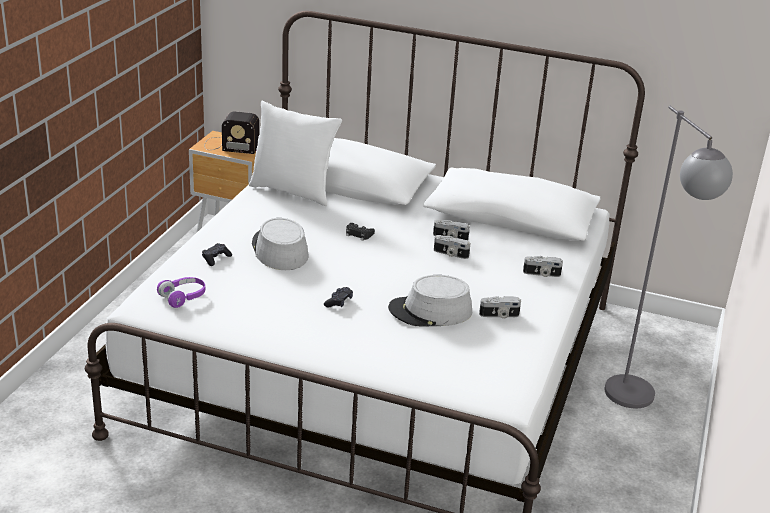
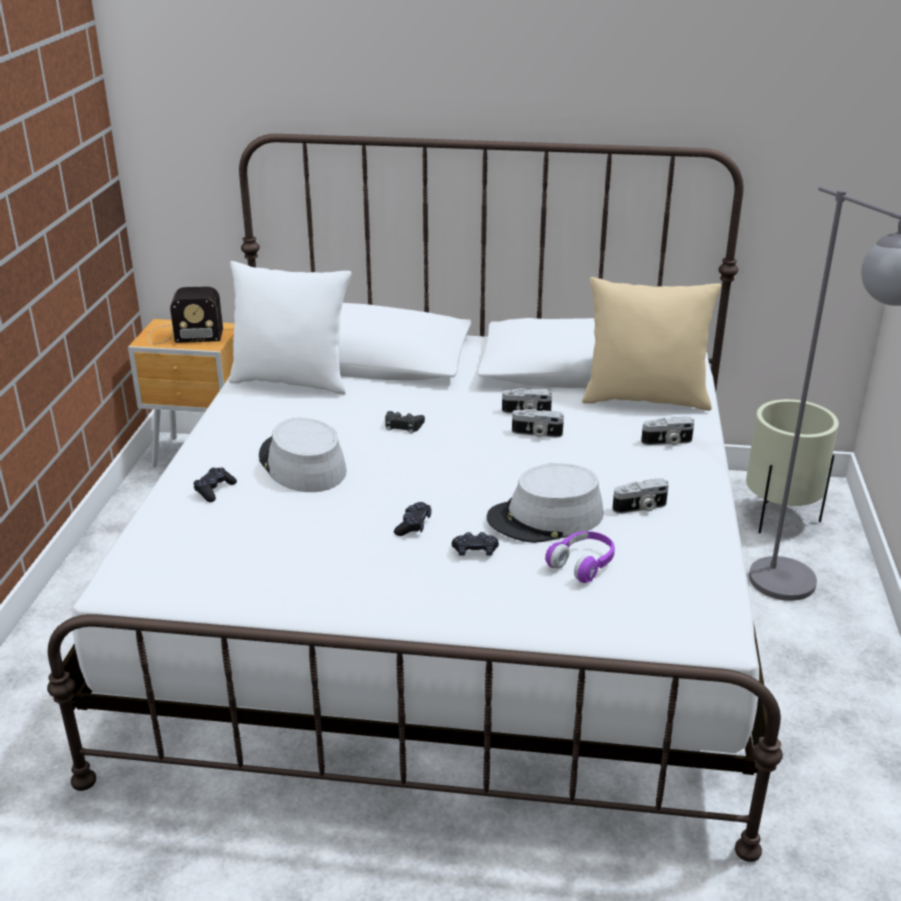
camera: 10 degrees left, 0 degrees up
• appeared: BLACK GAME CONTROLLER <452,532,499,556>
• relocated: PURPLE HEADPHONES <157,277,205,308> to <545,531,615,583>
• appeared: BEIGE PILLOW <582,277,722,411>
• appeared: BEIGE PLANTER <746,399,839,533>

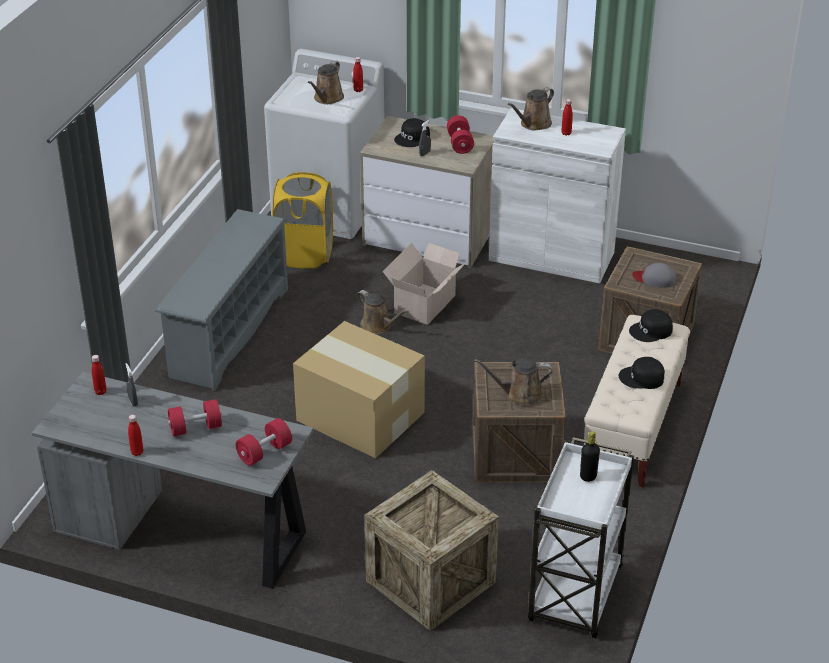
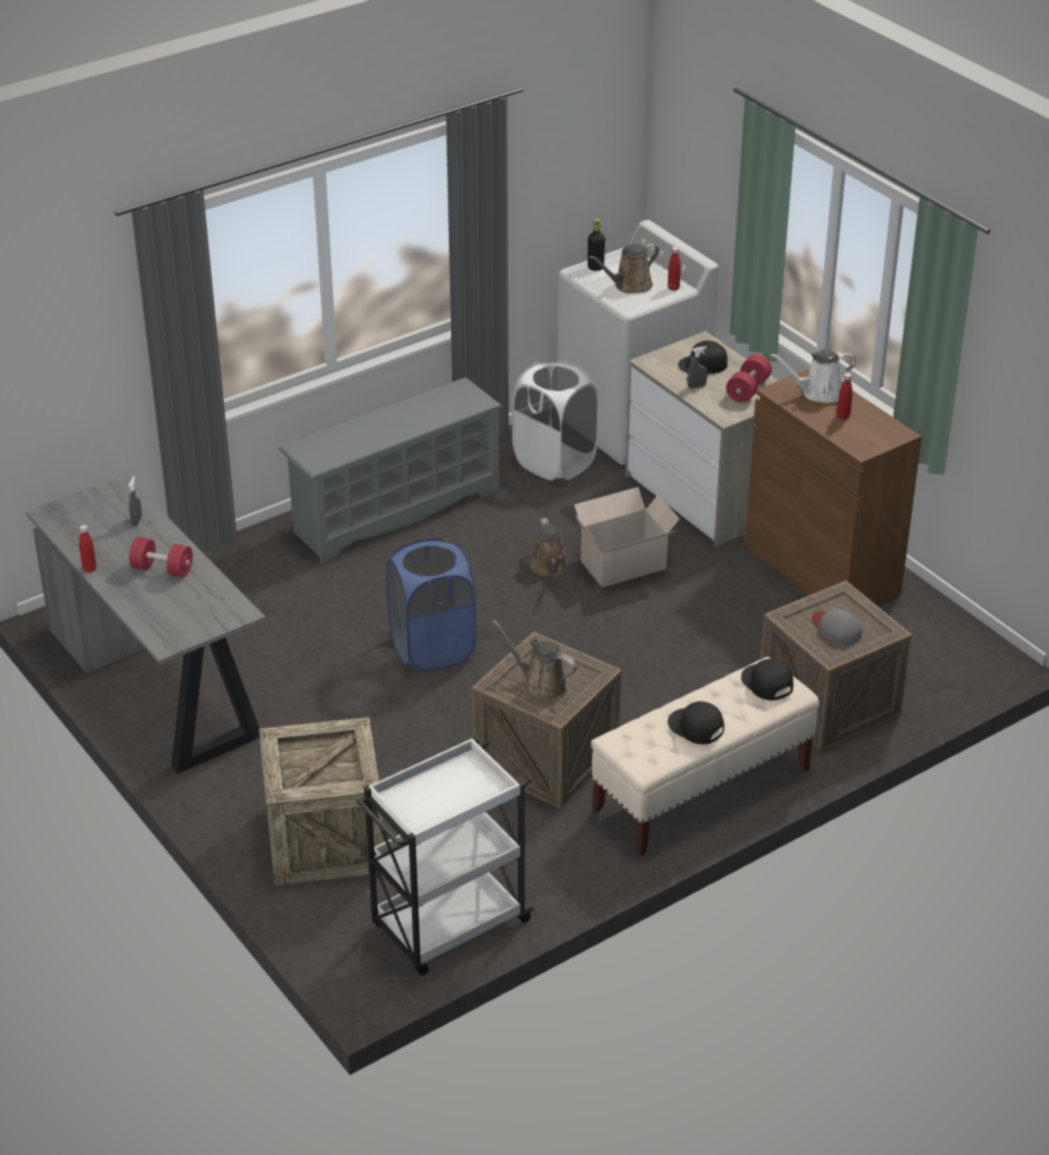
camera: 35 degrees right, 0 degrees up
• exchanged: CARDBOARD BOX <293,321,425,458> to BLUE LAUNDRY BASKET <386,538,476,671>
• colour: YELLOW LAUNDRY BASKET <273,172,333,269> to WHITE LAUNDRY BASKET <512,361,599,480>
• relocated: BLACK BOTTLE <580,431,600,482> to <588,219,605,271>
• spun: BLACK CAP <629,309,673,342> = <741,659,793,701> 45 degrees clockwise
• colour: WHITE CABINET <489,108,626,283> to BROWN CABINET <745,368,922,606>
• colour: BROWN WATERING CAN <508,87,554,131> to WHITE WATERING CAN <771,350,856,403>
• missing: RED BOTTLE <92,355,107,395>
• missing: RED DUMBBELL <235,418,292,466>

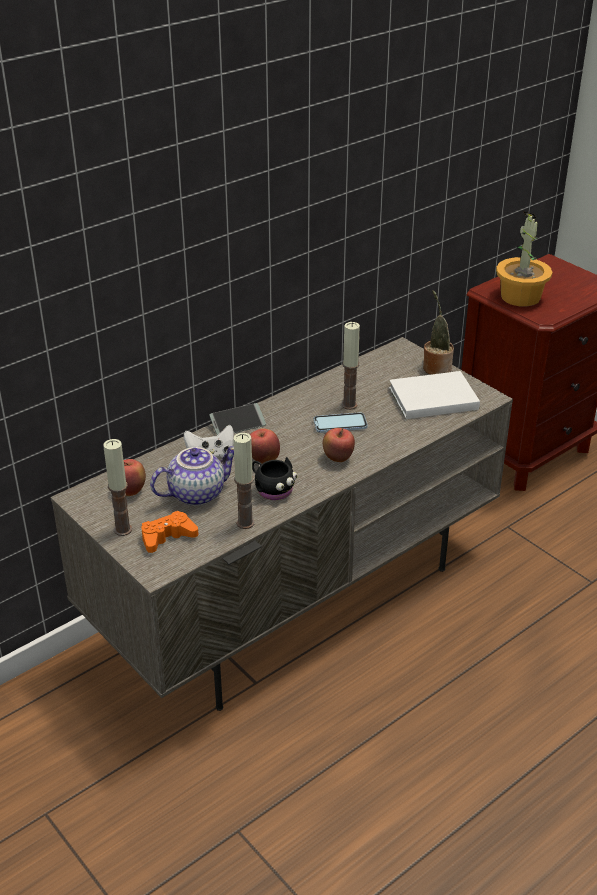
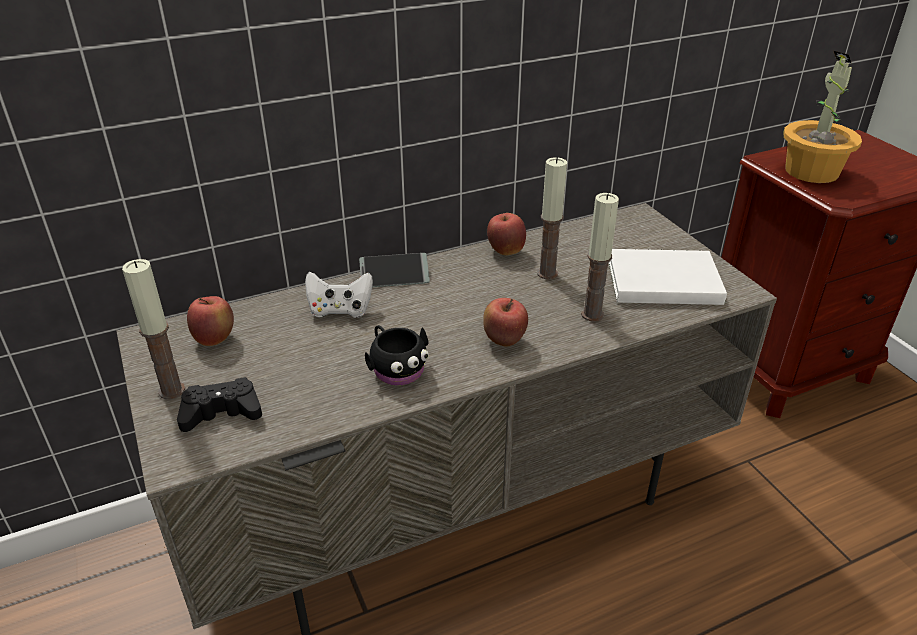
camera: 15 degrees right, 0 degrees up
• colour: ORANGE GAME CONTROLLER <141,511,198,553> to BLACK GAME CONTROLLER <177,377,262,432>
• relocated: APPLE <250,428,280,464> to <487,213,526,255>
• relocated: CANDLE <233,433,255,529> to <581,193,619,322>
• missing: TEAPOT <150,446,234,506>
• missing: PHONE <314,412,368,433>
• missing: POTTED PLANT <423,290,454,375>

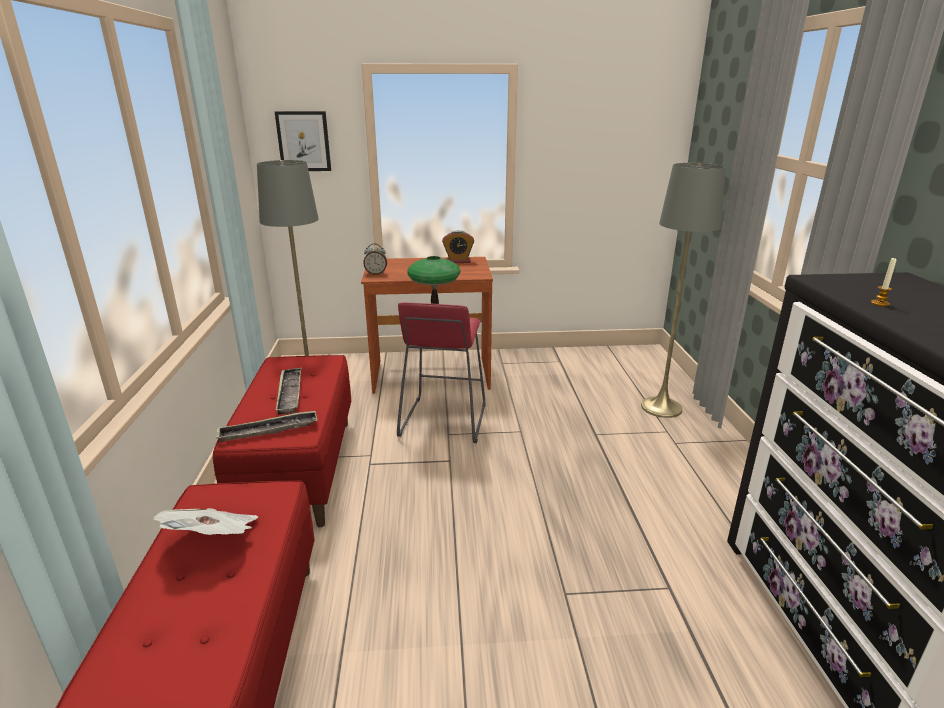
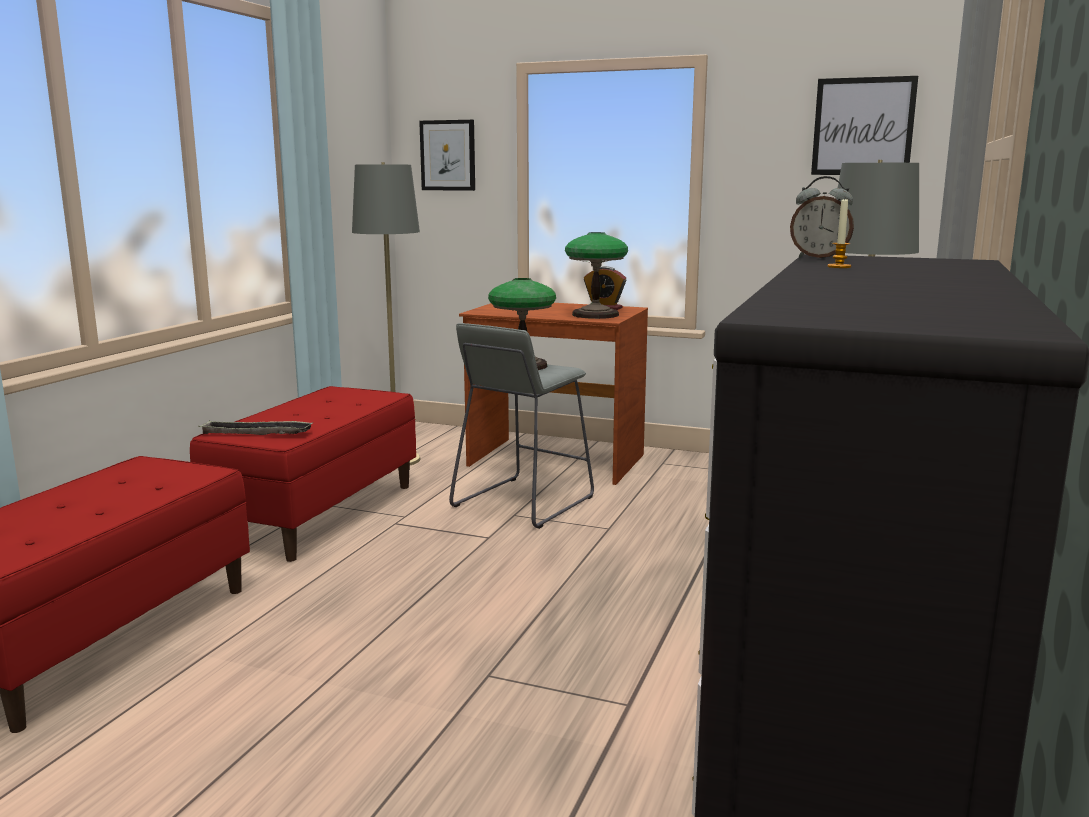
camera: 25 degrees right, 10 degrees down
• colour: RED STOOL <397,302,486,443> to GREY STOOL <449,323,594,529>
• appeared: TABLE LAMP <565,232,628,319>
• relocated: ALARM CLOCK <363,243,387,275> to <790,176,854,258>
• appeared: PICTURE <811,76,918,175>
• missing: NEWSPAPER <154,508,258,535>
• missing: TRAY <275,368,301,415>

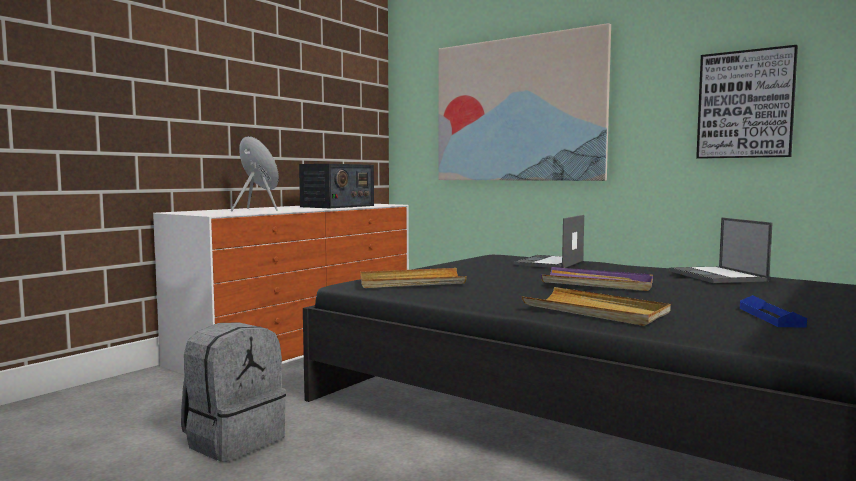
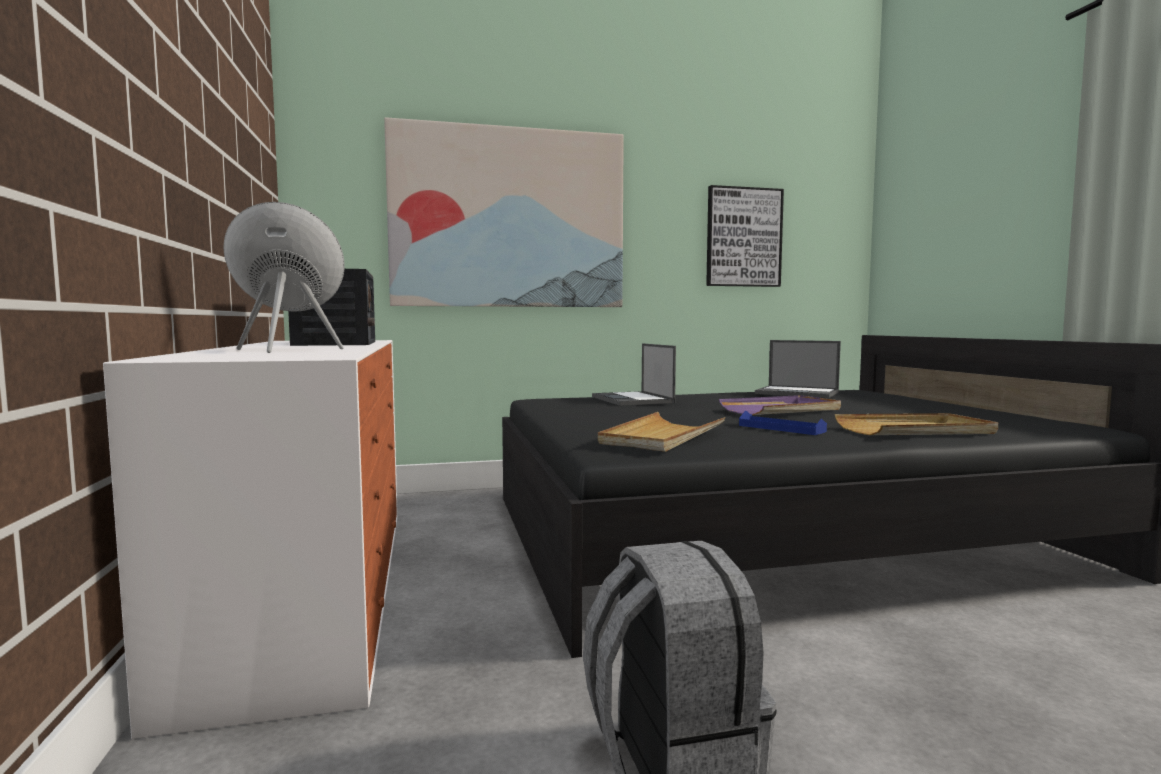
camera: 50 degrees left, 0 degrees up
• relocated: BLUE TRAY <740,295,807,328> to <739,411,827,435>

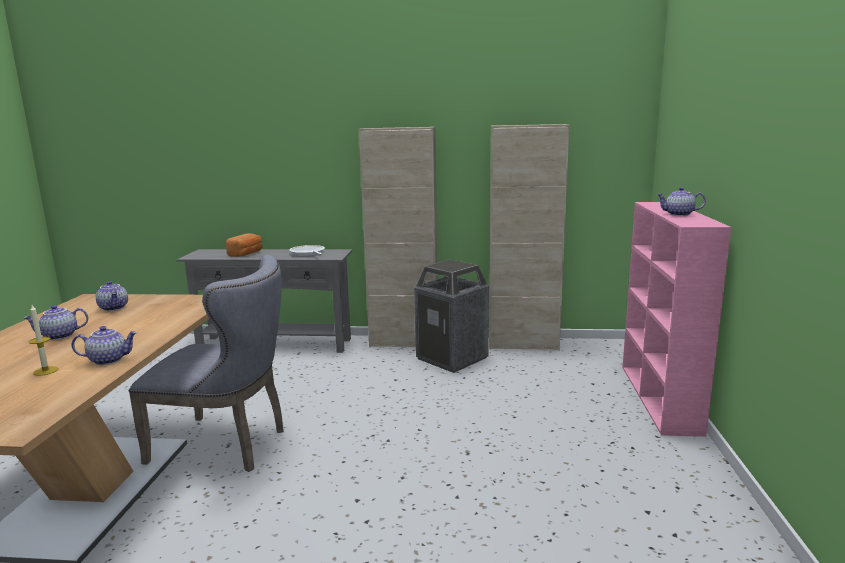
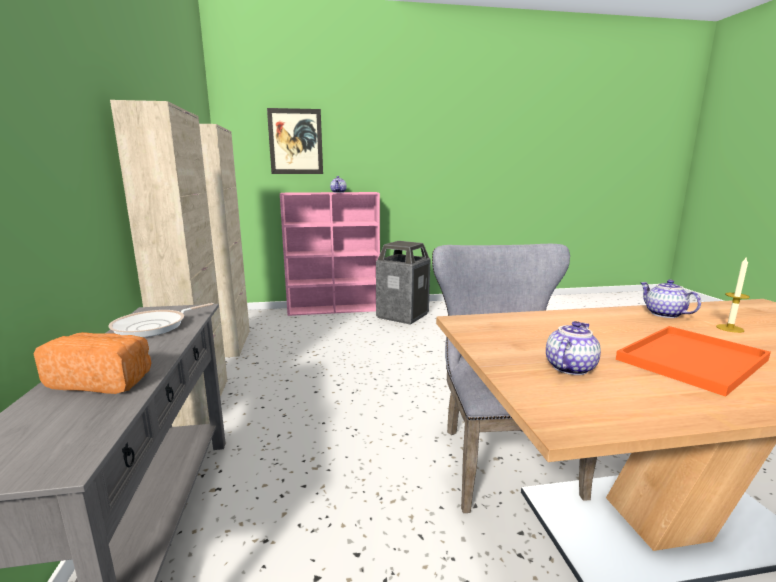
camera: 105 degrees left, 0 degrees up
• appeared: PICTURE <267,108,323,174>
• relocated: TRASH CAN <414,259,489,373> to <376,241,431,325>
• exchanged: TEAPOT <24,305,88,340> to ORANGE TRAY <616,326,771,397>

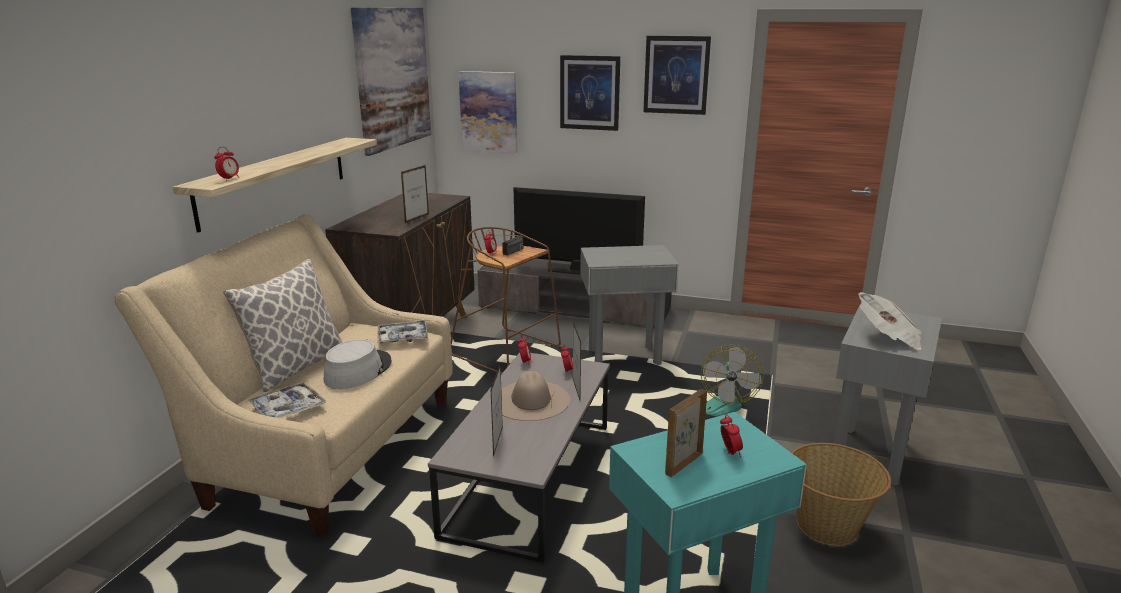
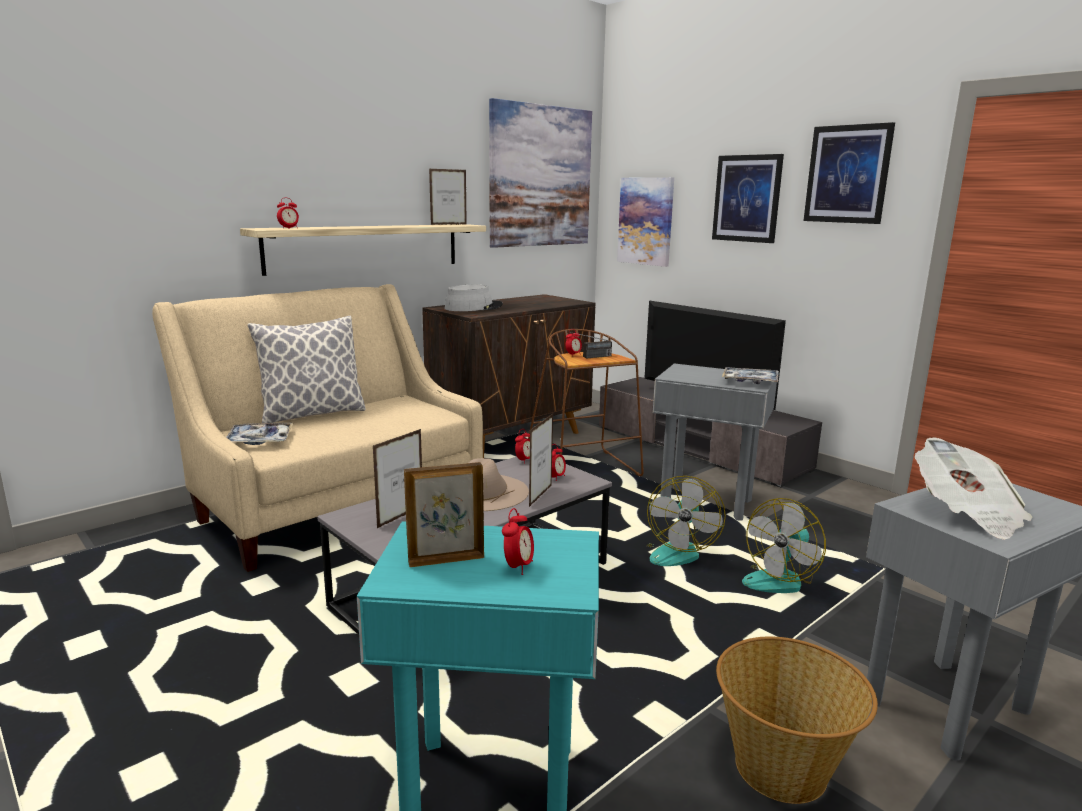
camera: 30 degrees right, 5 degrees down
• relocated: PICTURE FRAME <401,165,429,223> to <429,169,467,225>
• relocated: GREY HAT <324,339,391,389> to <444,285,503,311>
• appeared: FAN <646,476,726,566>
• relocated: TRAY <377,320,428,343> to <722,367,779,384>

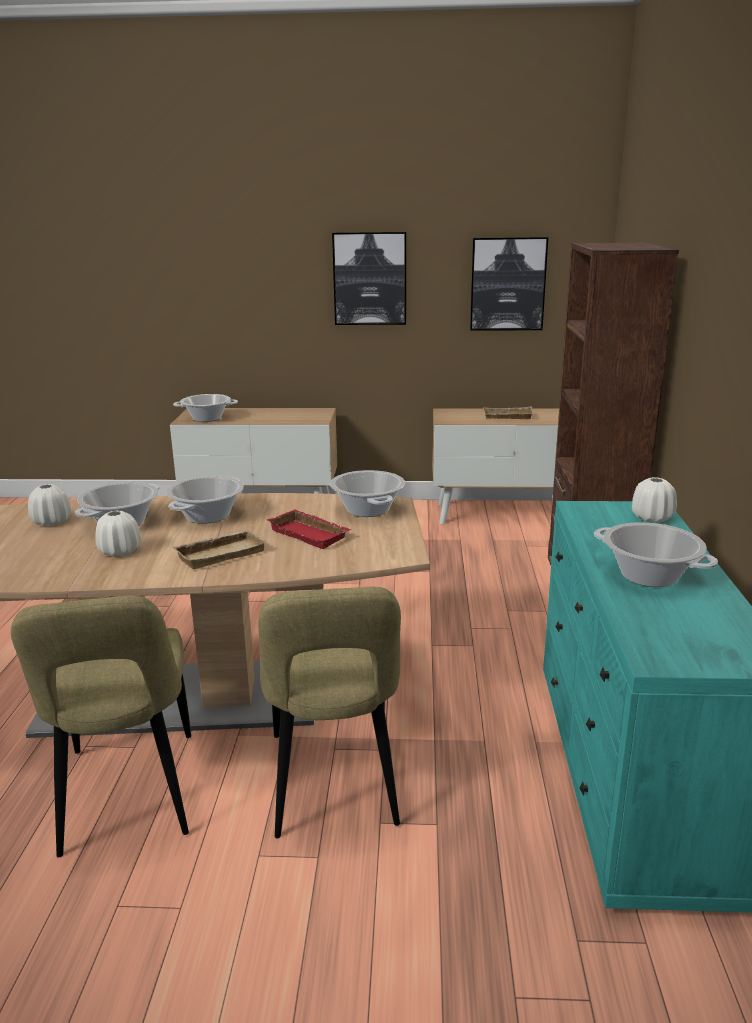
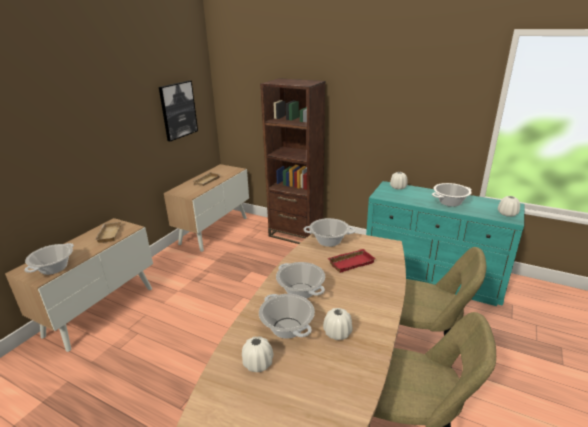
camera: 65 degrees left, 5 degrees up
• relocated: BEIGE TRAY <173,530,267,569> to <95,222,122,243>
• appeared: WHITE VASE <498,196,520,217>
• missing: PICTURE <332,232,406,325>

